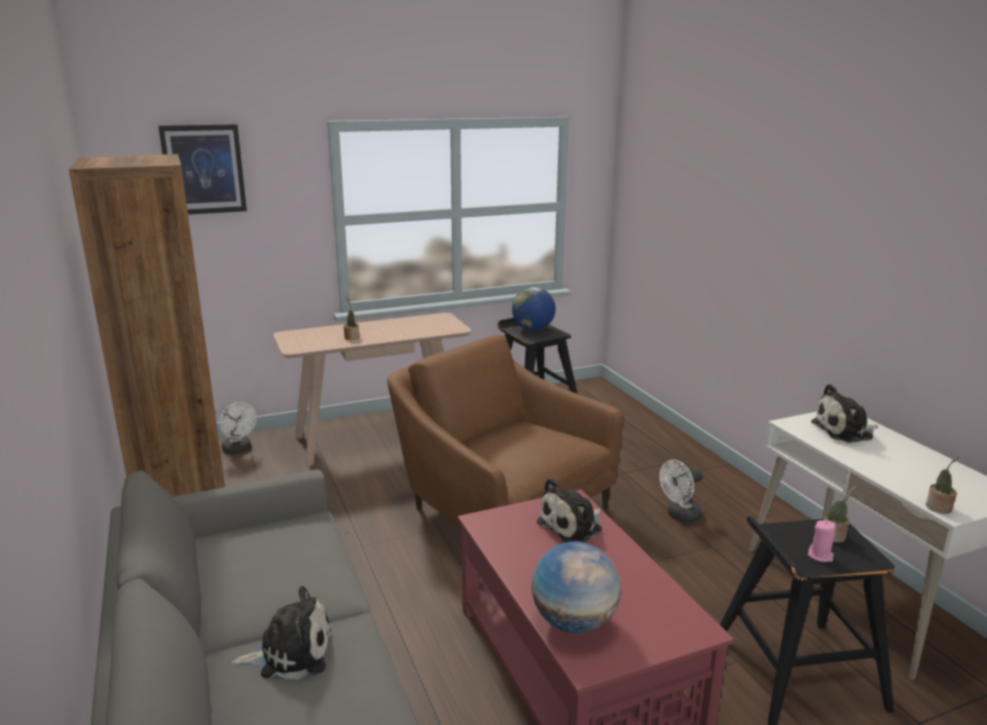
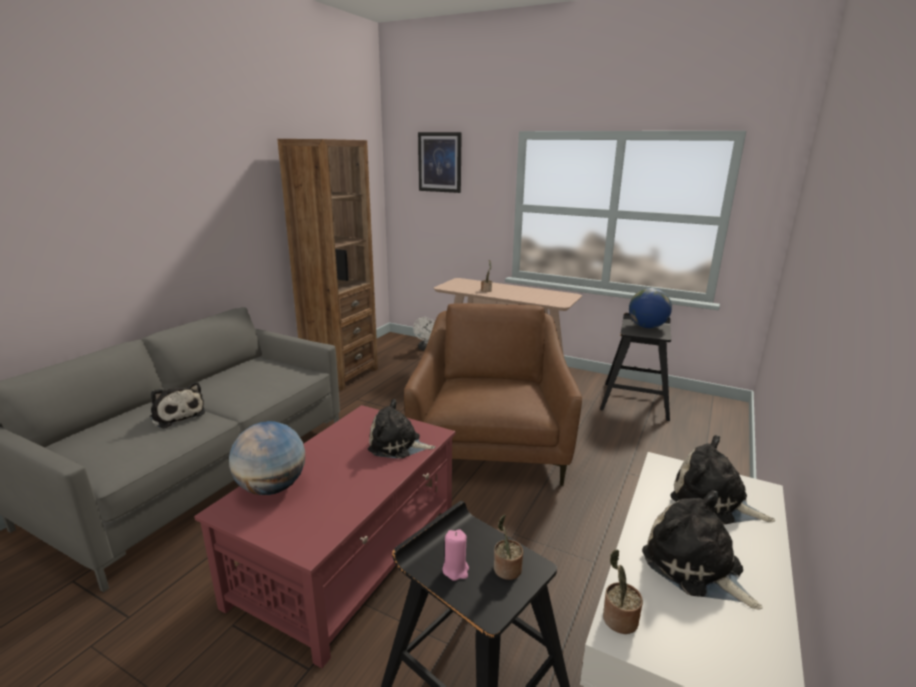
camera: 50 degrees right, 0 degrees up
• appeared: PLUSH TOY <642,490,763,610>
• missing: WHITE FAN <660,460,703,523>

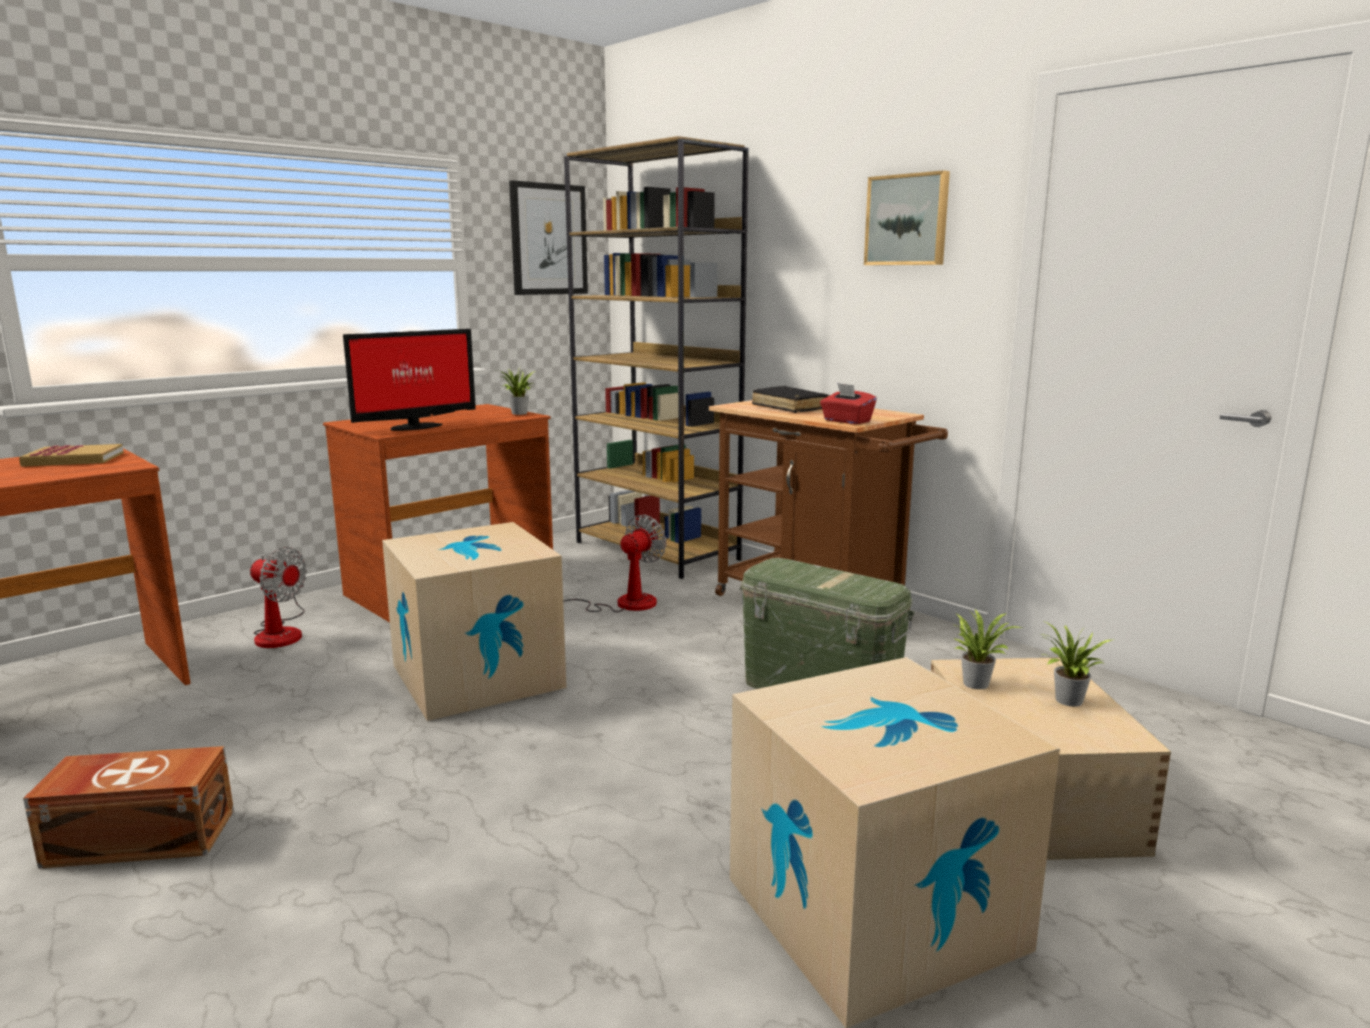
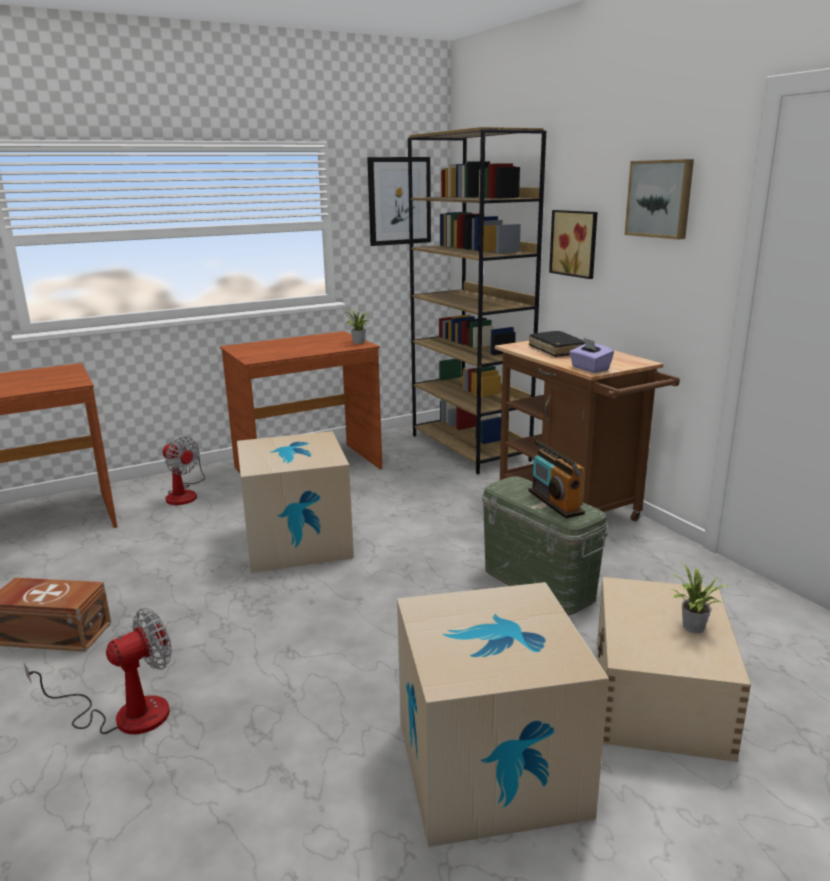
camera: 15 degrees right, 5 degrees up
• relocated: FAN <563,515,666,612> to <23,608,172,734>
• appeared: RADIO <529,440,585,518>
• appeared: PICTURE <549,210,598,279>
• colour: RED TISSUE BOX <820,383,877,424> to PURPLE TISSUE BOX <569,338,614,373>
• missing: BOOK <19,444,124,467>
• missing: MONITOR <343,329,476,431>
• missing: POTTED PLANT <953,609,1022,689>

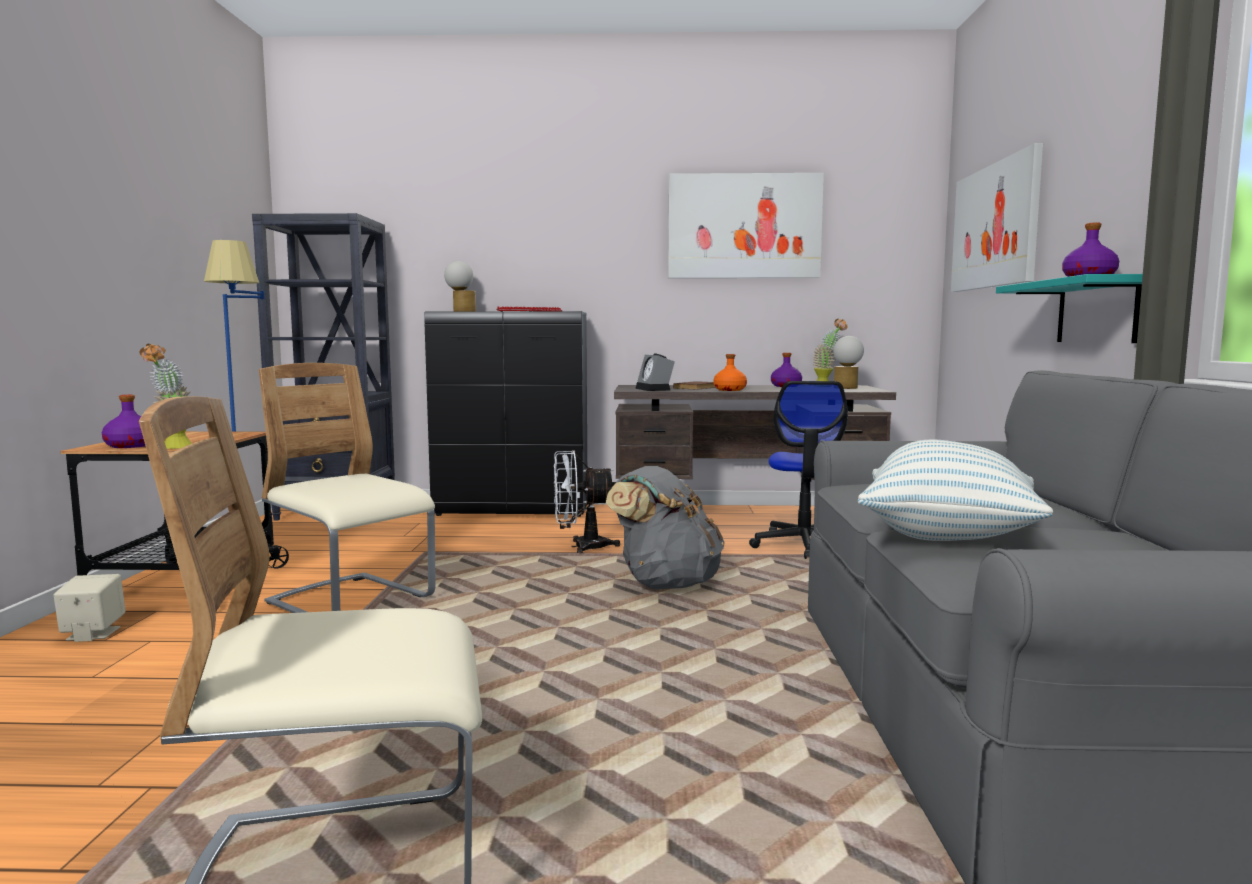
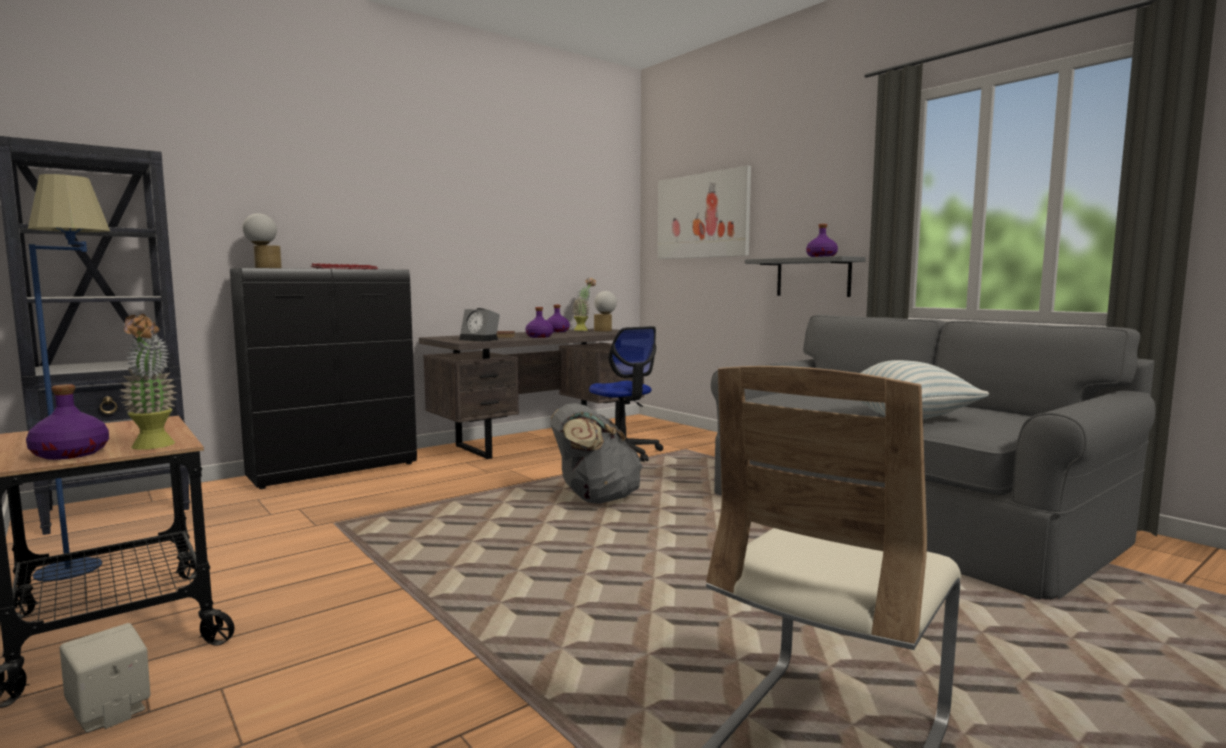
camera: 40 degrees left, 0 degrees up
• colour: ORANGE BOTTLE <713,354,747,391> to PURPLE BOTTLE <525,307,553,338>
• colour: TURQUOISE SHELF <996,274,1143,343> to GREY SHELF <745,256,866,297>
• missing: BEIGE CHAIR <259,363,436,613>
• missing: WHITE FAN <554,450,620,553>
• missing: PICTURE <668,173,824,278>

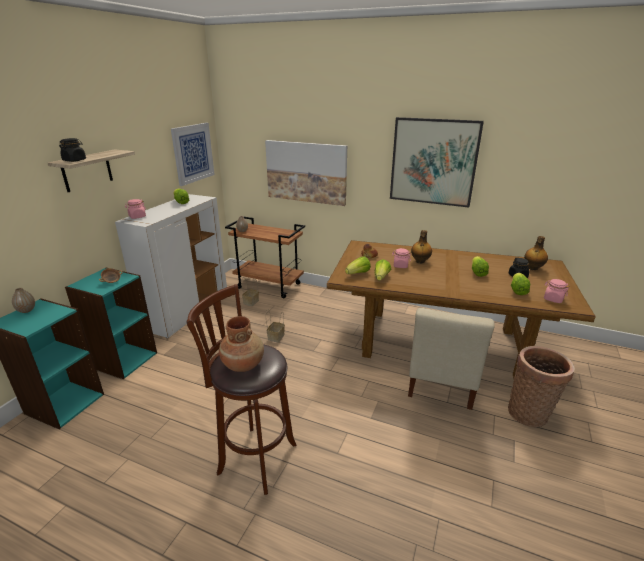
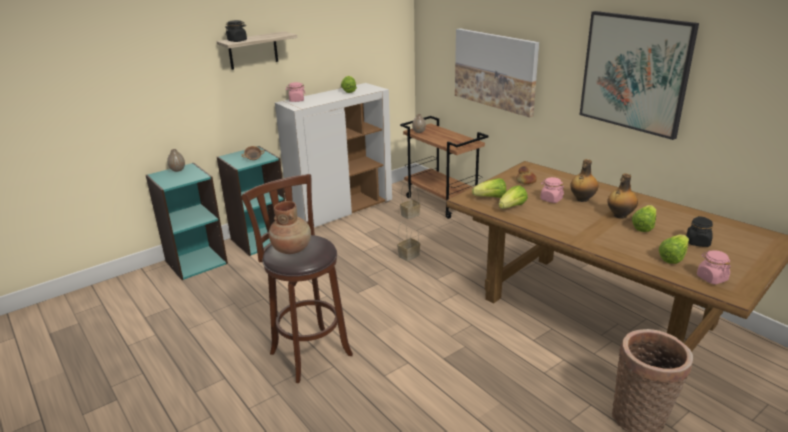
camera: 30 degrees right, 0 degrees up
• relocated: BOTTLE <524,236,548,270> to <608,173,638,219>
• missing: PICTURE <171,123,215,186>
• missing: BEIGE CHAIR <408,308,495,410>

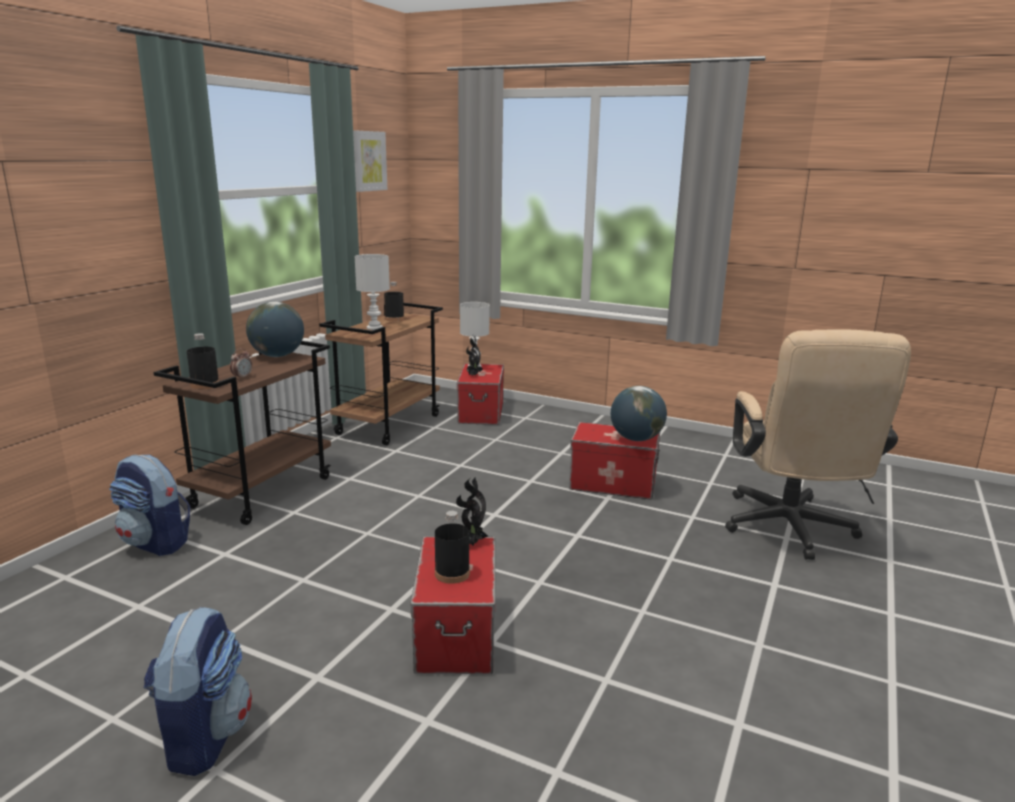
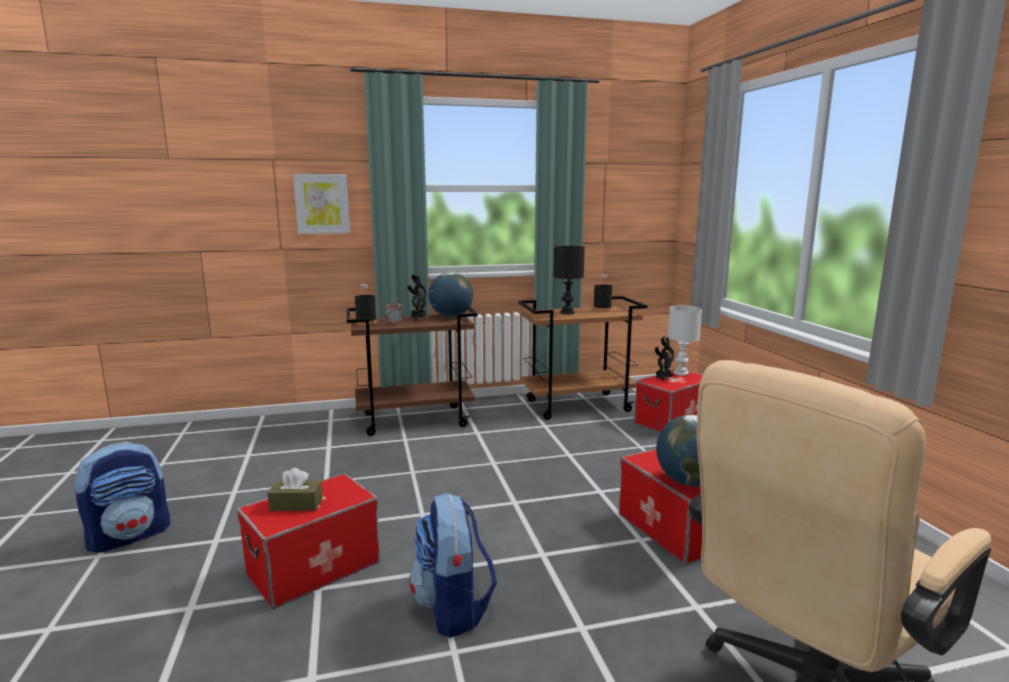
camera: 50 degrees right, 5 degrees down
• exchanged: BLACK BOTTLE <435,511,470,584> to BROWN TISSUE BOX <267,468,323,511>
• relocated: PICTURE <353,130,387,192> to <293,174,350,234>
• relocated: POTTED PLANT <456,478,488,545> to <407,275,427,320>
• relocated: BACKPACK <109,455,190,556> to <409,493,497,638>
• colour: WHITE TABLE LAMP <354,254,390,330> to BLACK TABLE LAMP <553,246,585,314>

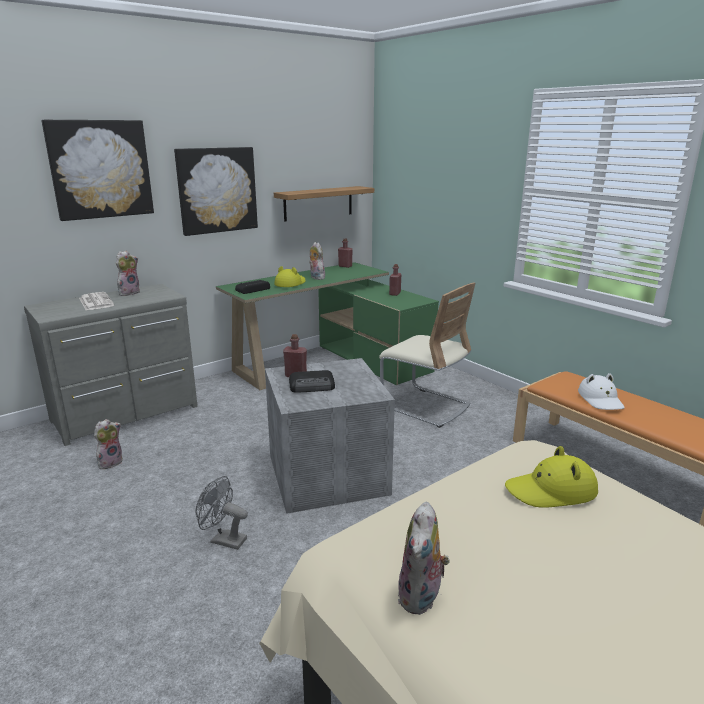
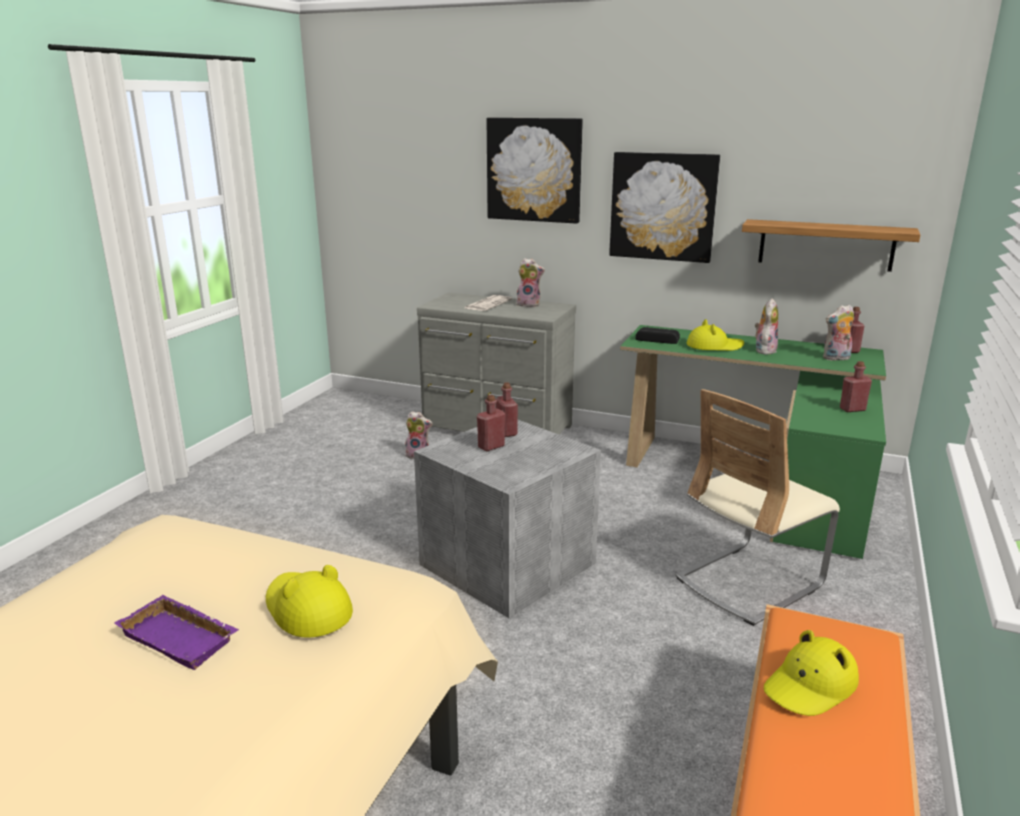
camera: 60 degrees right, 0 degrees up
• appeared: PURPLE TRAY <114,595,239,670>
• exchanged: RADIO <289,370,335,393> to RED BOTTLE <477,395,505,451>
• spun: BEIGE CHAIR <379,283,475,428> = <676,389,840,626> 45 degrees clockwise
• colour: WHITE HAT <578,373,625,410> to YELLOW HAT <764,630,859,716>
• relocated: PLUSH TOY <398,502,450,615> to <823,305,854,361>
• missing: GREY FAN <196,476,248,550>

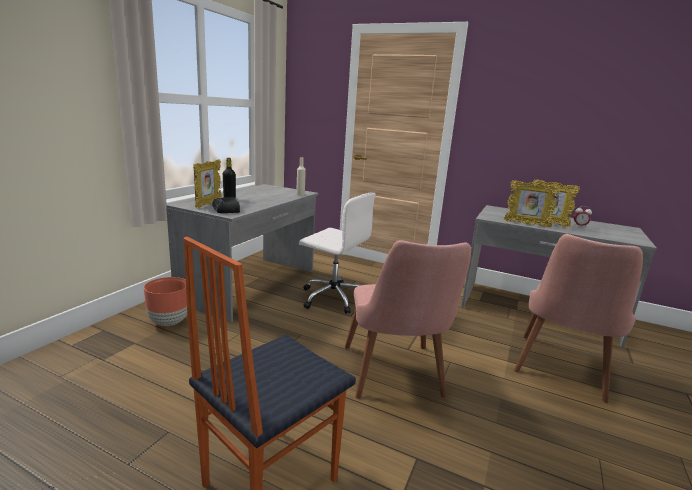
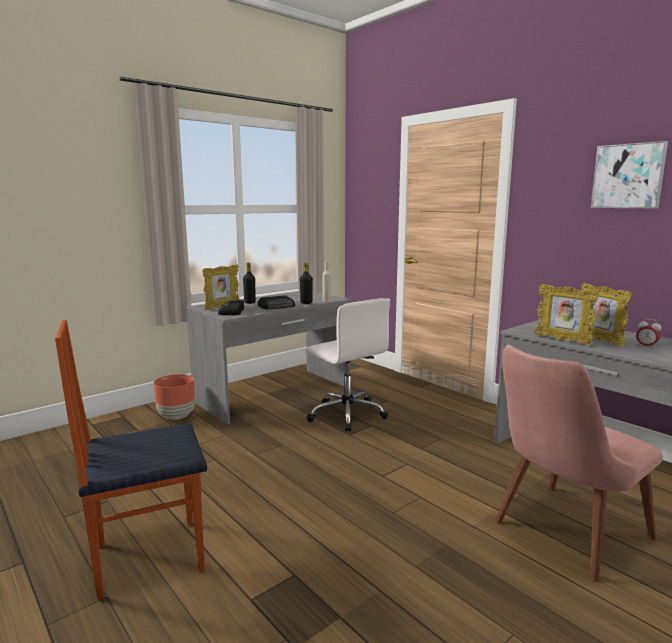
camera: 25 degrees right, 5 degrees down
• appeared: RADIO <258,295,295,309>
• appeared: BLACK BOTTLE <300,263,313,304>
• appeared: PICTURE <591,141,668,209>
• missing: PINK CHAIR <345,240,471,399>

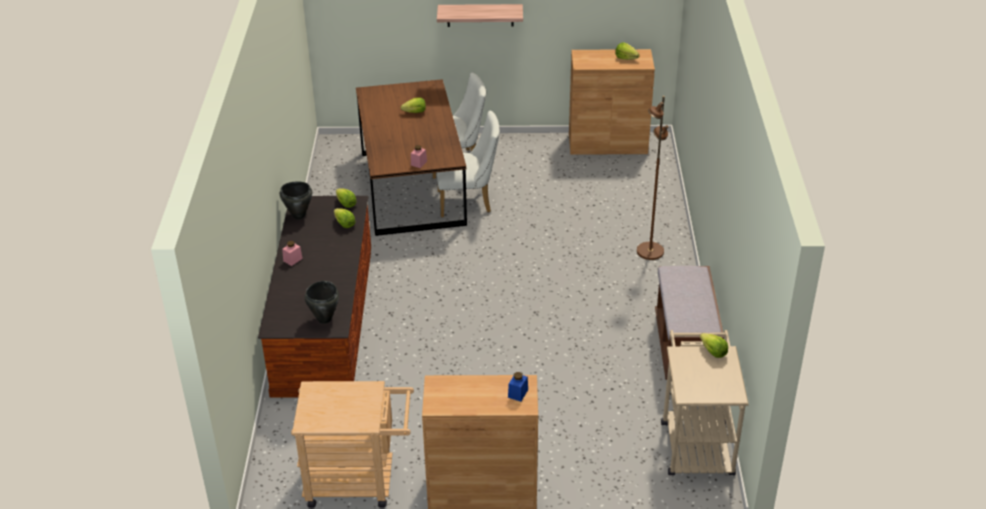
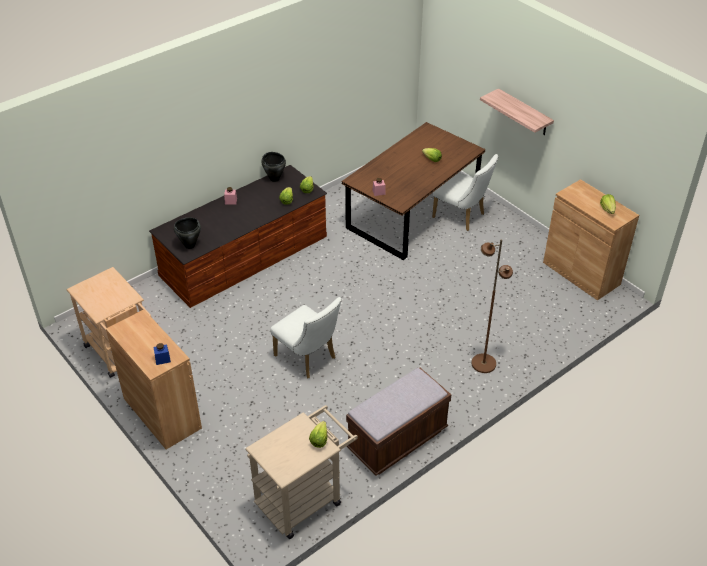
camera: 50 degrees right, 5 degrees up
• relocated: WHITE CHAIR <436,111,500,217> to <270,297,342,379>

